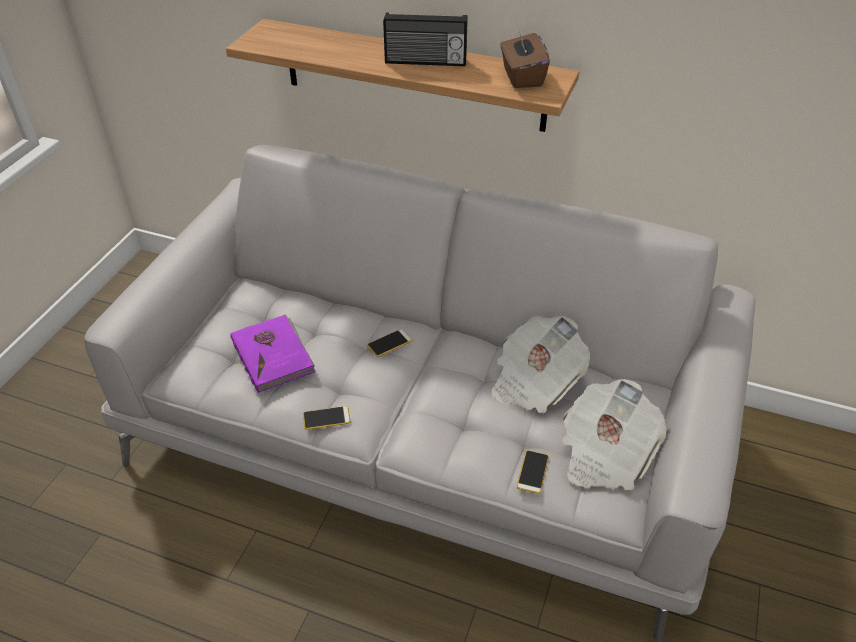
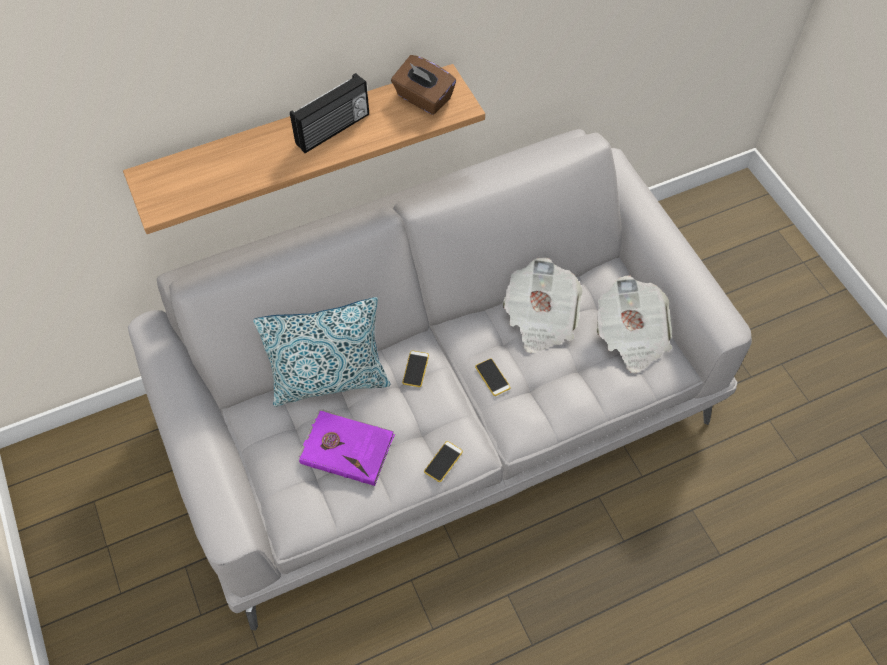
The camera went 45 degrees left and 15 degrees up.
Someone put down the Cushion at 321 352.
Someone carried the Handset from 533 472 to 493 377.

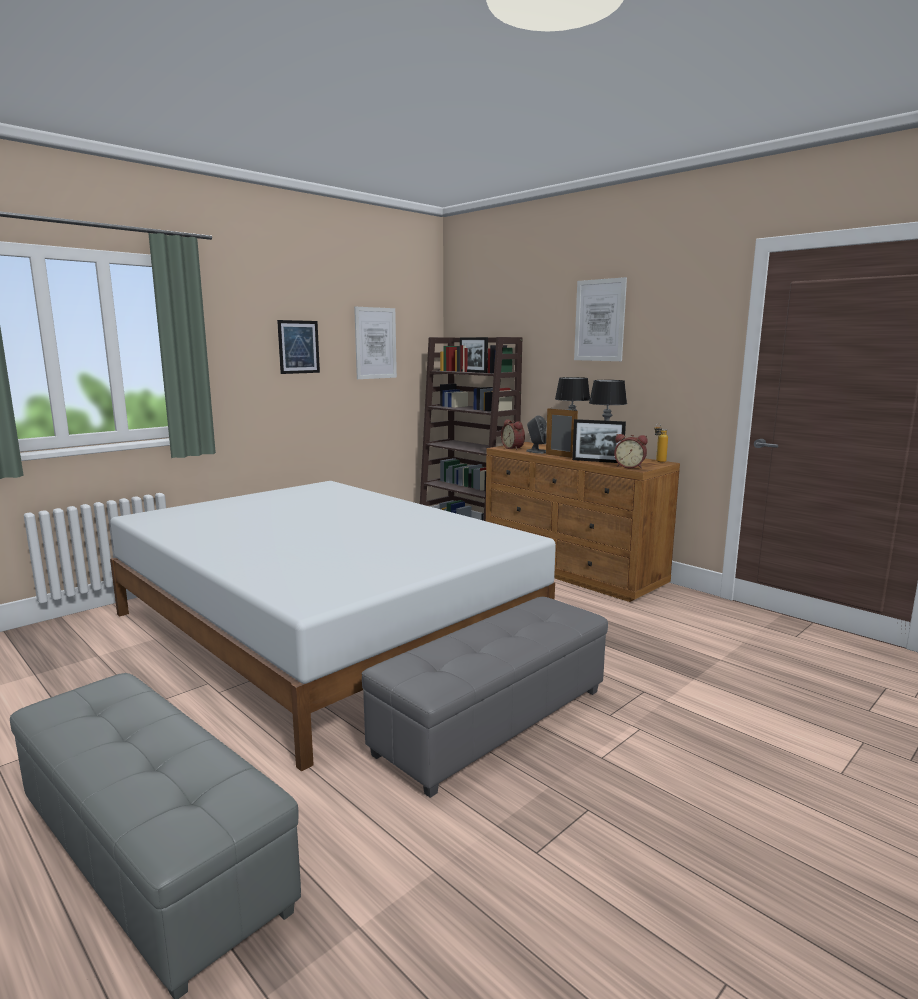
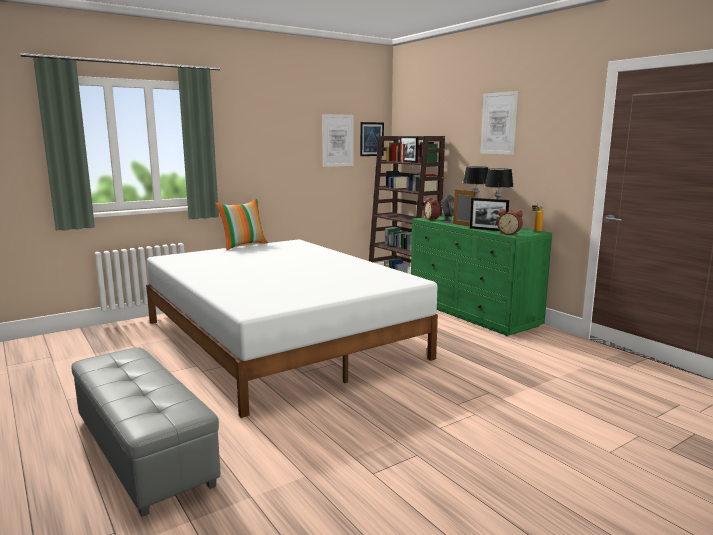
The camera went 10 degrees right and 0 degrees up.
Someone put down the Cushion at 241 224.
Someone carried the WallPicture from 298 347 to 372 139.
Someone repainted the BrownDresser at 583 522, which became the GreenDresser at 481 275.
Someone took away the GrayPouffe at 484 697.

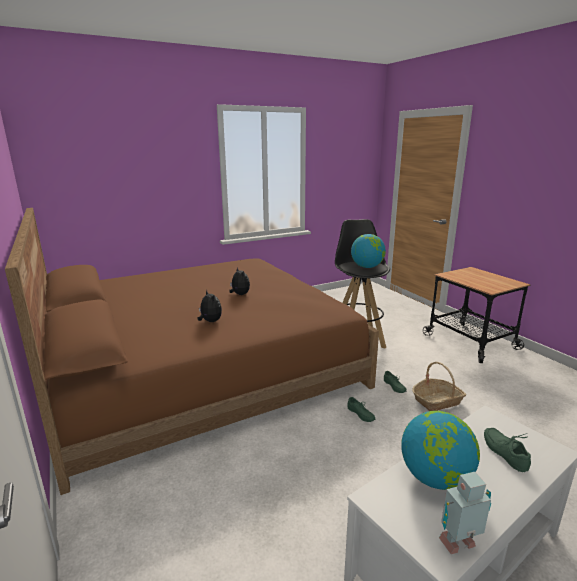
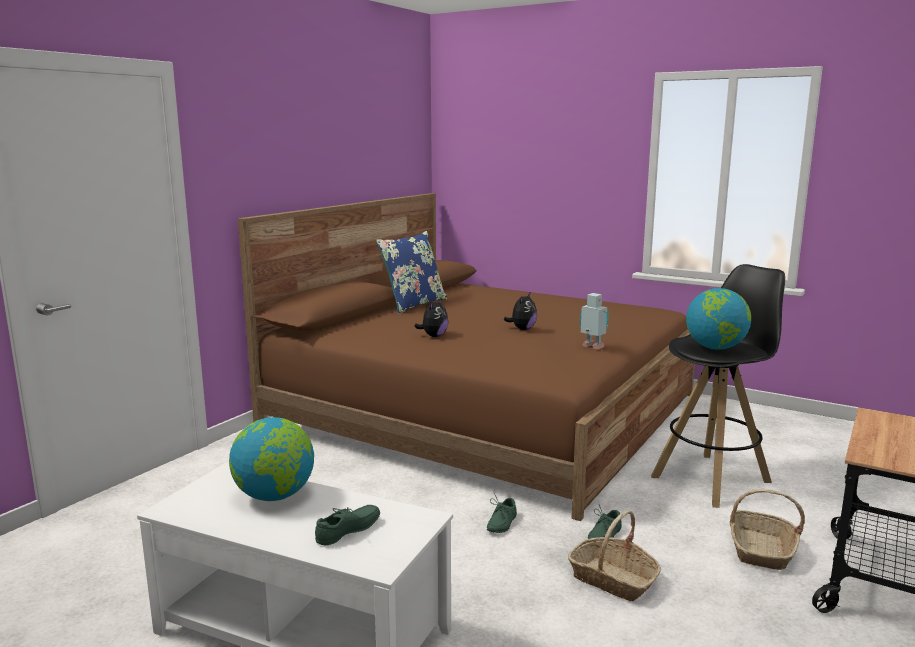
The camera went 60 degrees right and 5 degrees down.
Someone put down the BluishCushion at 411 272.
Someone carried the RobotFigure from 465 513 to 594 321.
Someone put down the HouseholdBasket at 767 529.

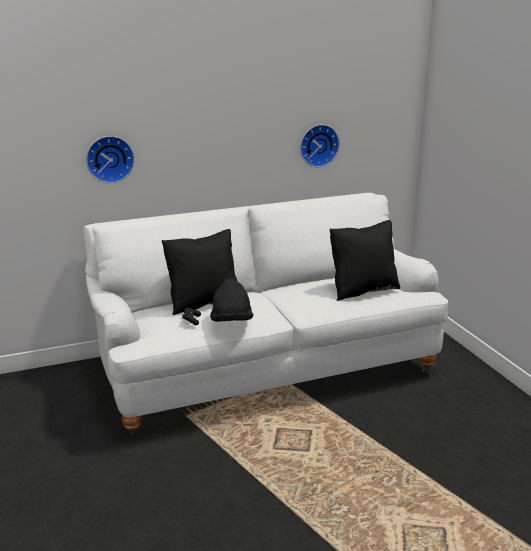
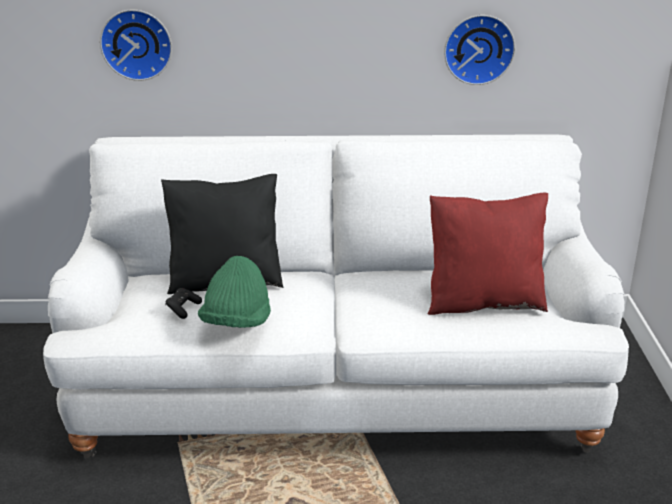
The camera went 20 degrees right and 5 degrees up.
Someone repainted the BlackColouredWearableHat at 231 300, which became the GreenWearableHat at 234 292.
Someone repainted the BlackColouredCushion at 365 260, which became the ReddishCushion at 487 254.

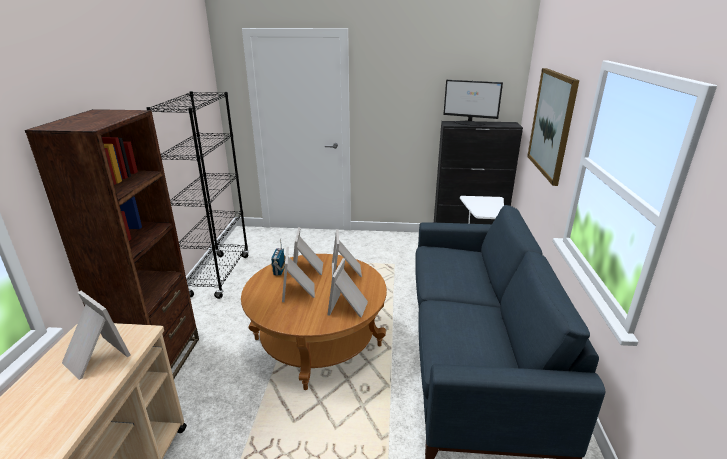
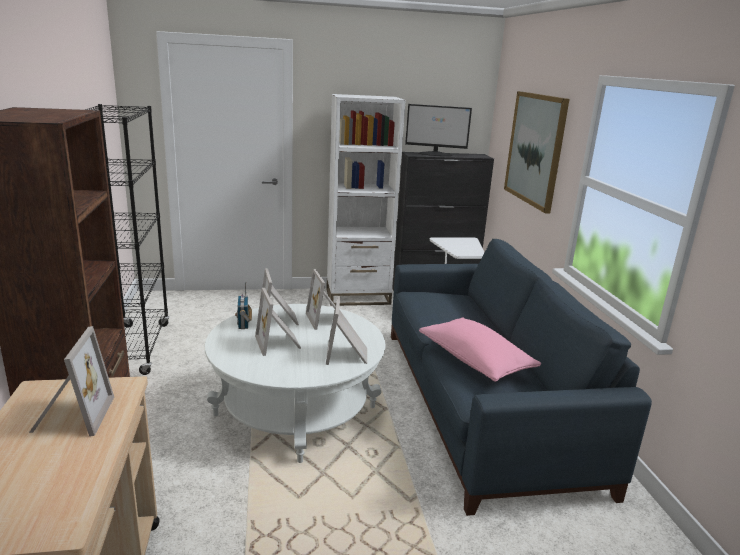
The camera went 15 degrees left and 5 degrees down.
Someone rotated the StandingFrame at 96 335 by 60 degrees clockwise.
Someone repainted the BrownLowTable at 314 322, which became the WhiteLowTable at 295 383.
Someone put down the WhiteShelvingUnit at 366 200.
Someone put down the PinkColouredCushion at 480 350.

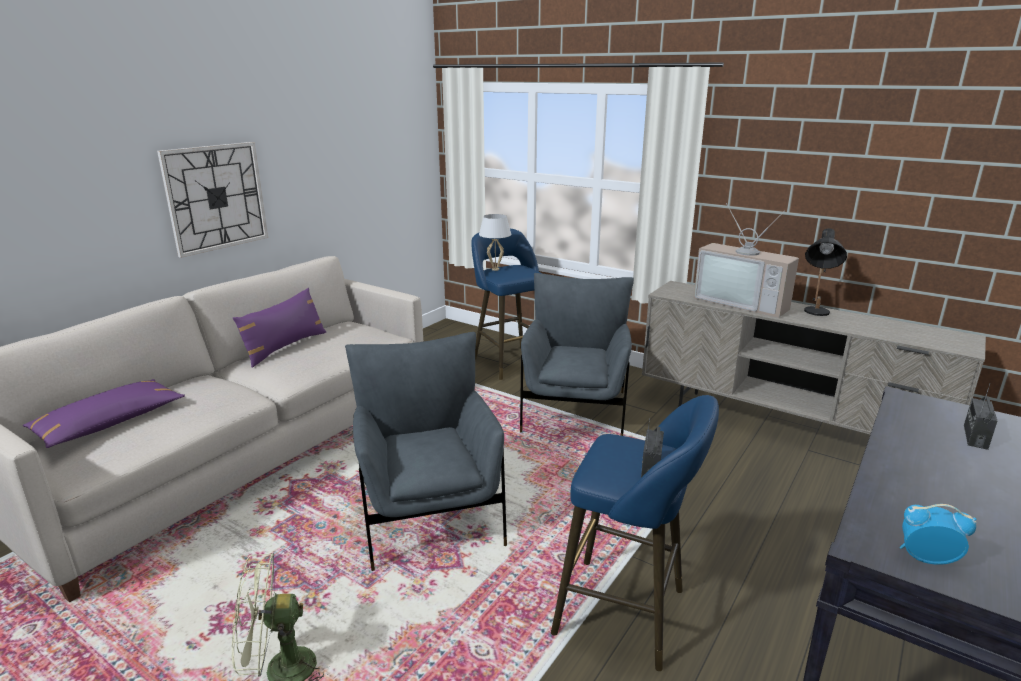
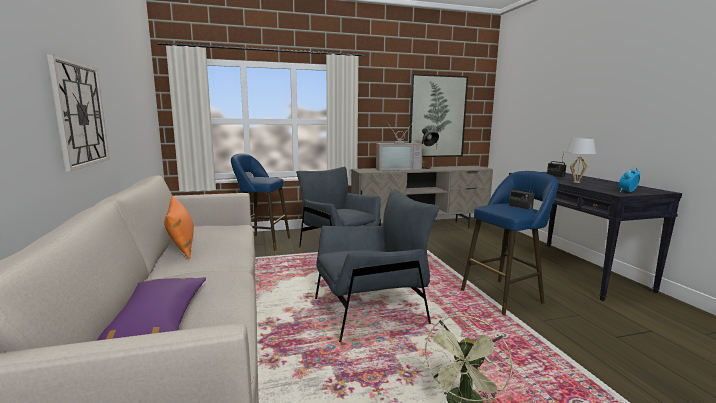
The camera went 50 degrees left and 10 degrees down.
Someone repainted the PurpleColouredCushion at 279 328, which became the OrangeyCushion at 179 228.
Someone rotated the GrayLoungeChair at 426 451 by 135 degrees clockwise.
Someone put up the WallPicture at 438 115.
Someone carried the WhiteTableLamp from 495 242 to 581 160.

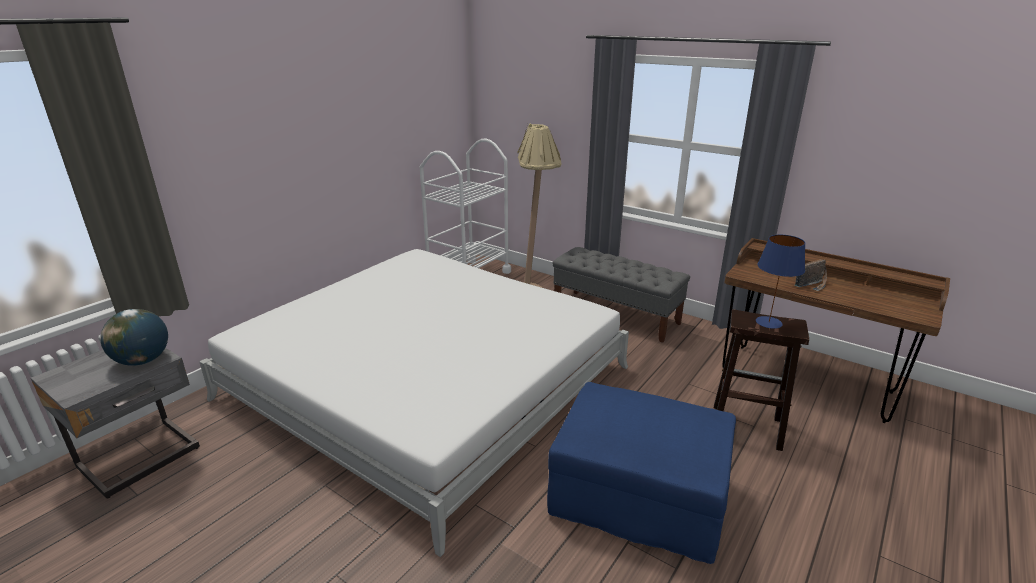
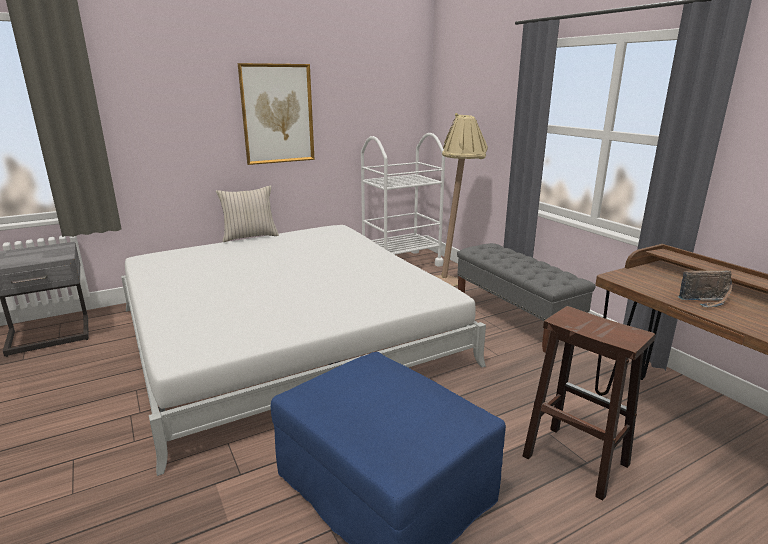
The camera went 25 degrees right and 5 degrees down.
Someone put down the BeigeCushion at 247 213.
Someone put up the WallPicture at 276 114.
Someone took away the DeskGlobe at 134 337.
Someone took away the BluishTableLamp at 780 282.

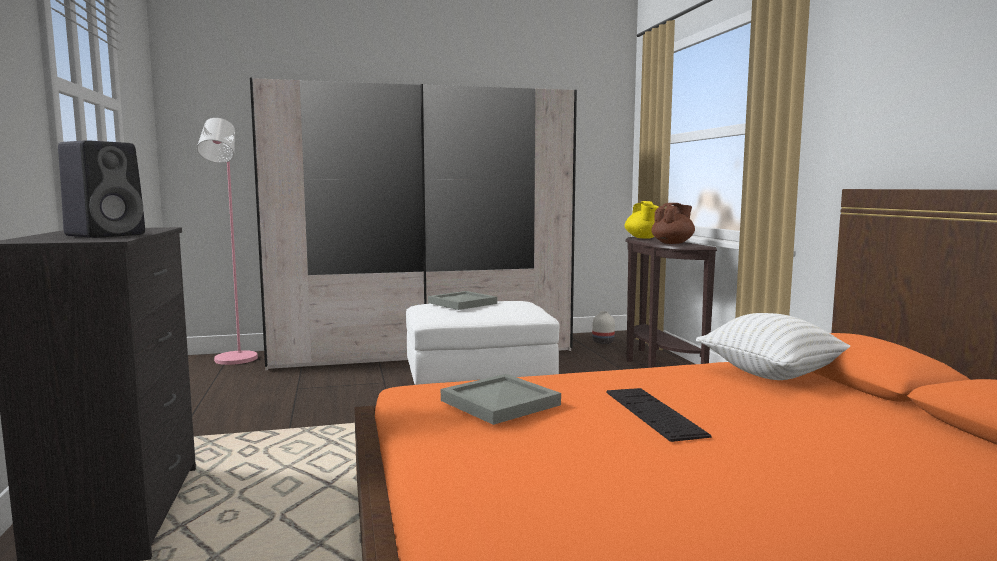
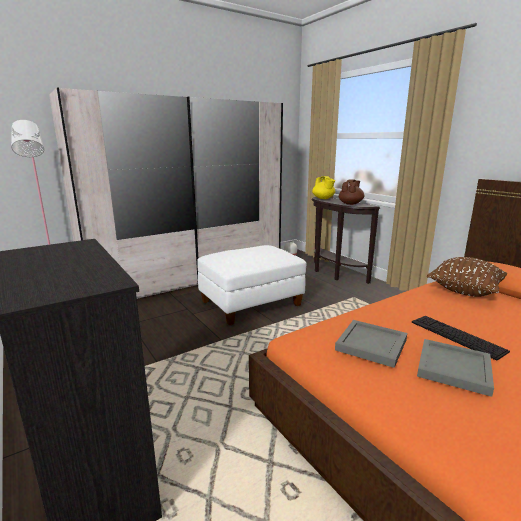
The camera went 20 degrees left and 10 degrees up.
Someone carried the GrayTray from 462 300 to 455 368.
Someone repainted the WhiteCushion at 773 346, which became the BrownCushion at 467 277.
Someone took away the BlackColouredAudioSpeaker at 101 189.

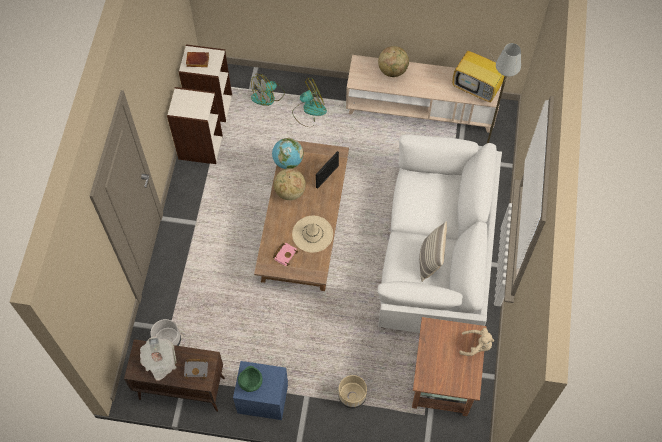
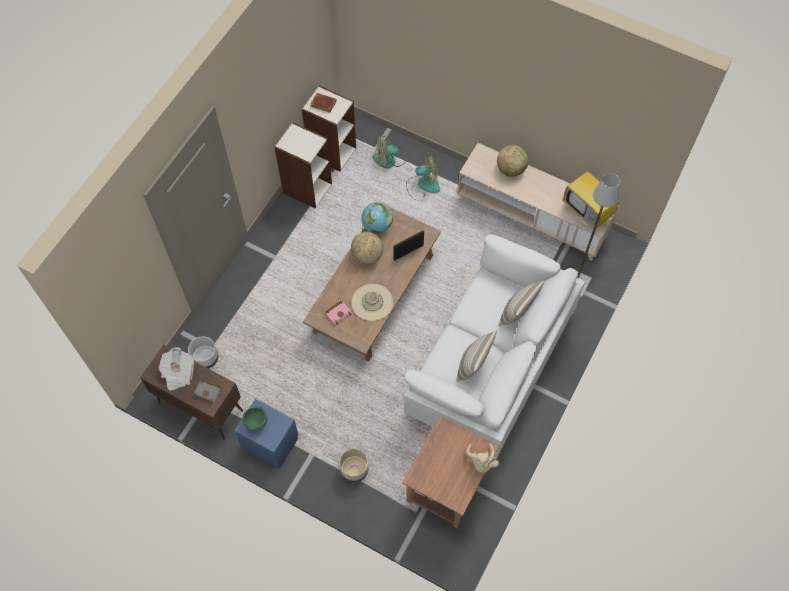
The camera went 20 degrees right and 0 degrees up.
Someone rotated the BeigeSoftToy at 476 342 by 60 degrees clockwise.
Someone put down the Cushion at 522 303.

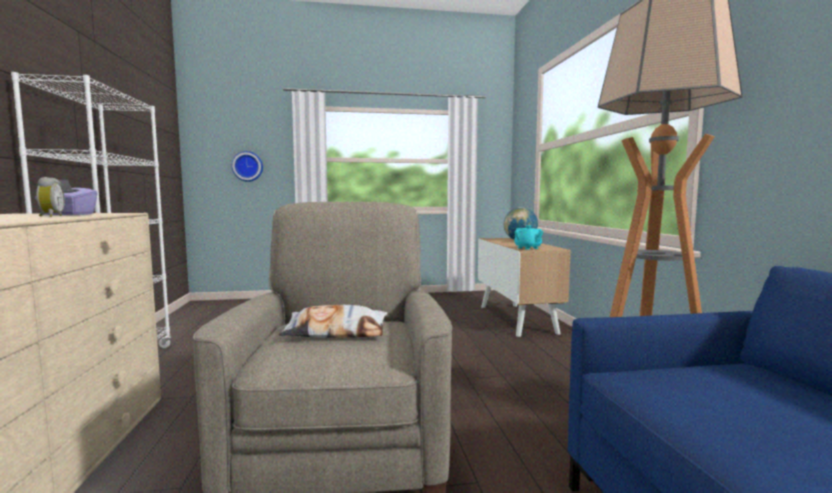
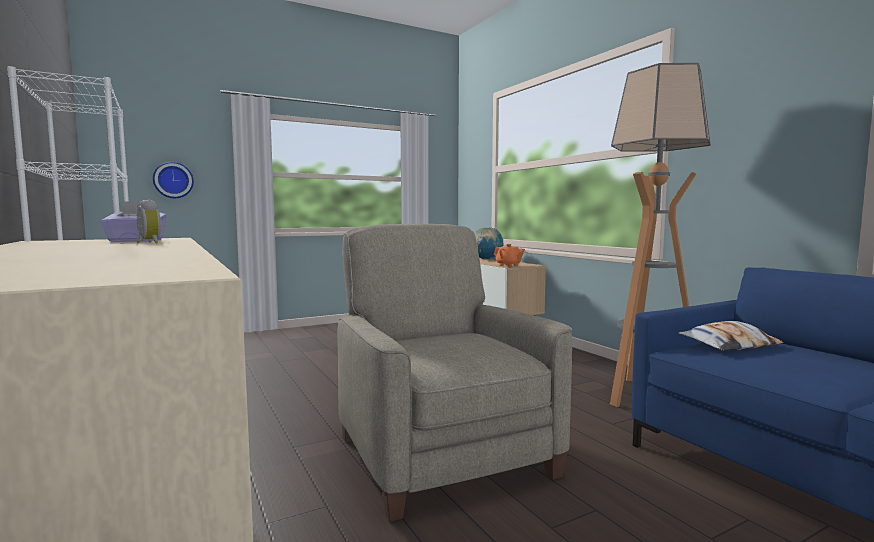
The camera went 20 degrees left and 0 degrees up.
Someone repainted the TurquoisePotForTea at 529 237, which became the OrangeyPotForTea at 509 255.
Someone carried the Cushion from 333 321 to 731 336.

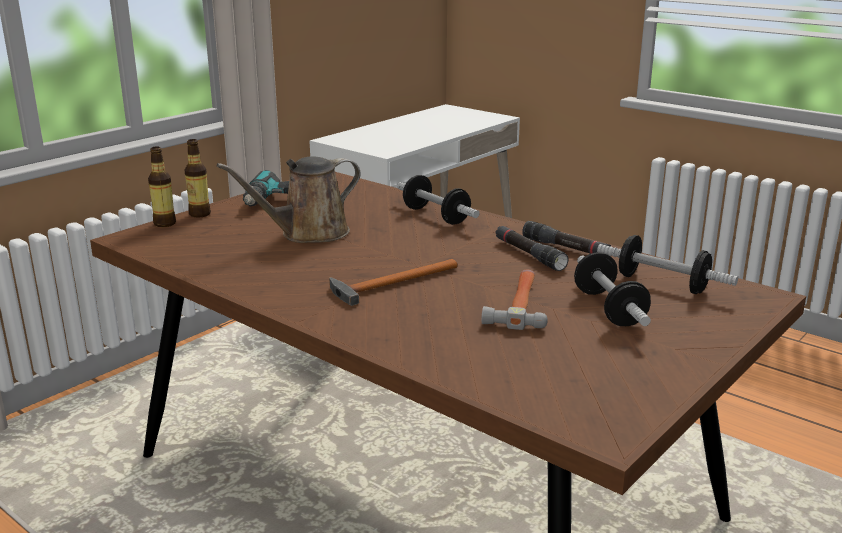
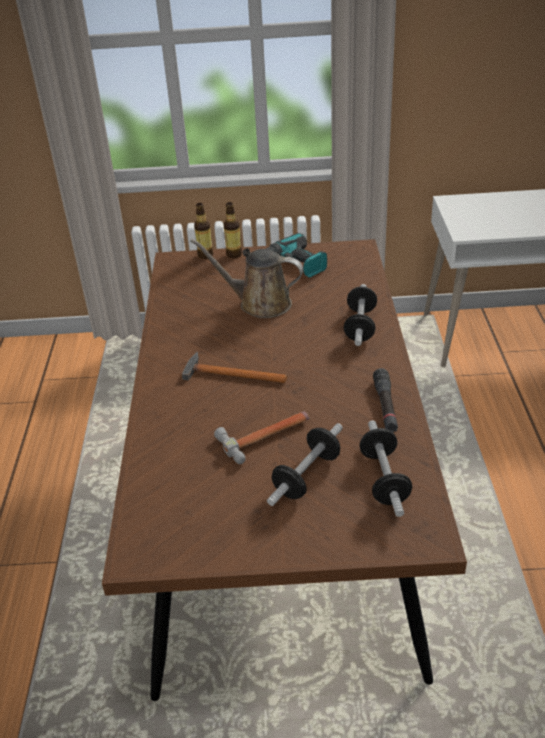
The camera went 50 degrees right and 15 degrees up.
Someone took away the BlackColouredFlashlight at 532 248.

